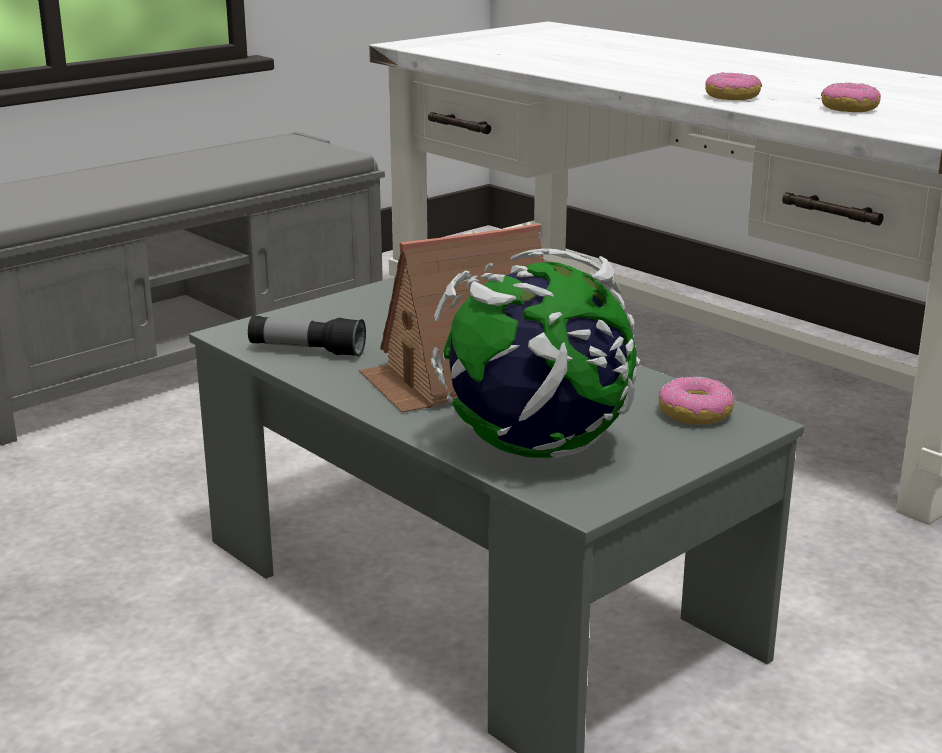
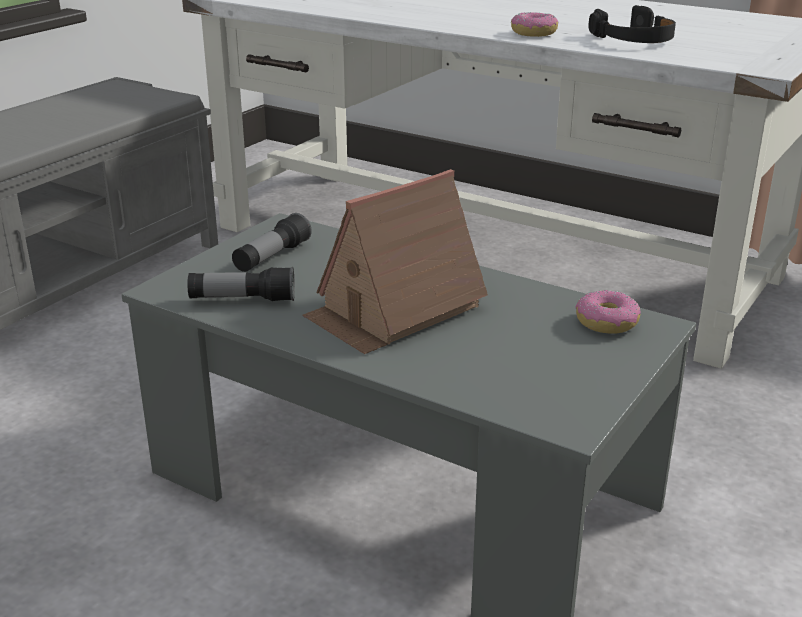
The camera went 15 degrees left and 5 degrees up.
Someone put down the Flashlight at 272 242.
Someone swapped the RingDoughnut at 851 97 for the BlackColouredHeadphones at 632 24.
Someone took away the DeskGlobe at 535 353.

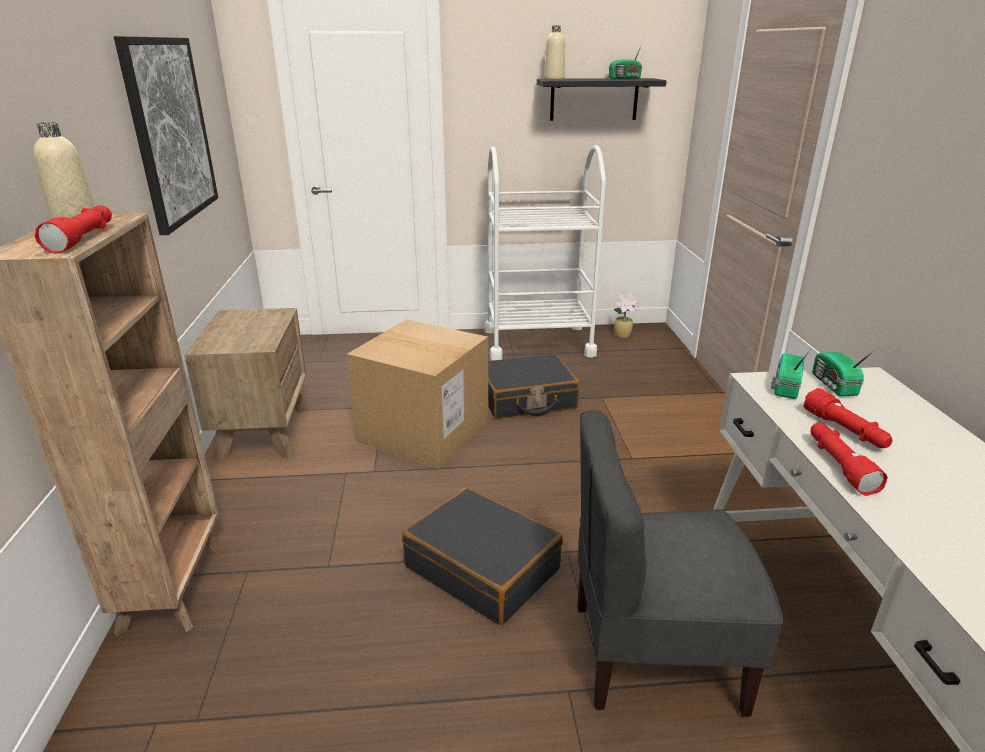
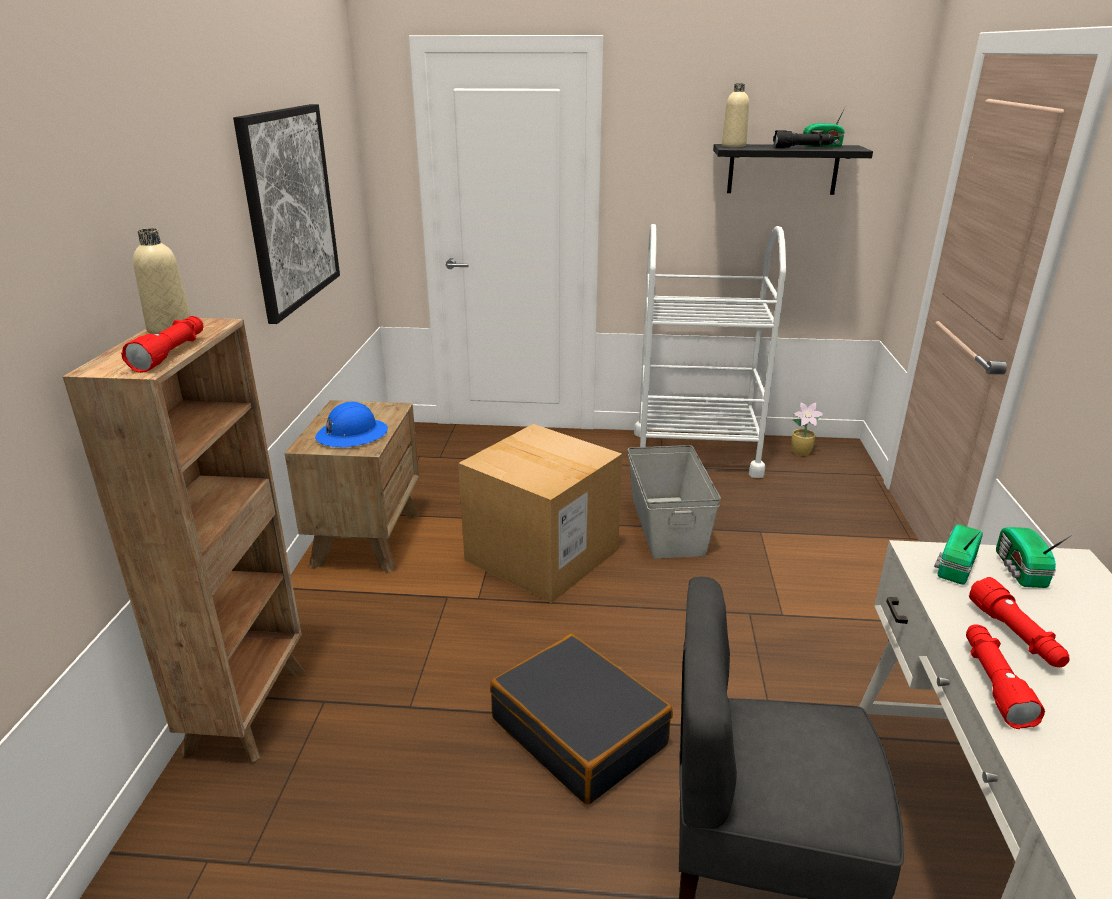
The camera went 10 degrees right and 0 degrees up.
Someone put down the BluishWorkHelmet at 351 424.
Someone swapped the BlackColouredTravelCase at 533 386 for the GrayStorageBin at 674 502.
Someone put down the BlackColouredFlashlight at 803 139.

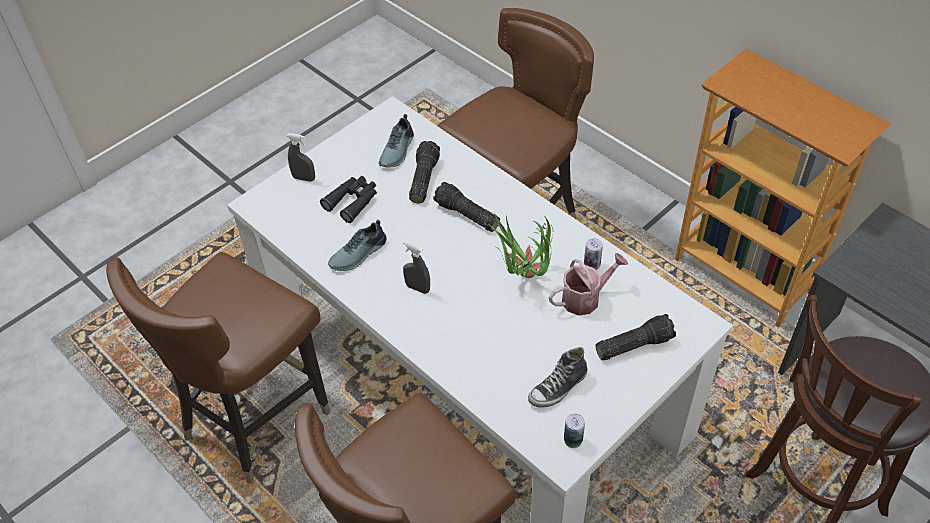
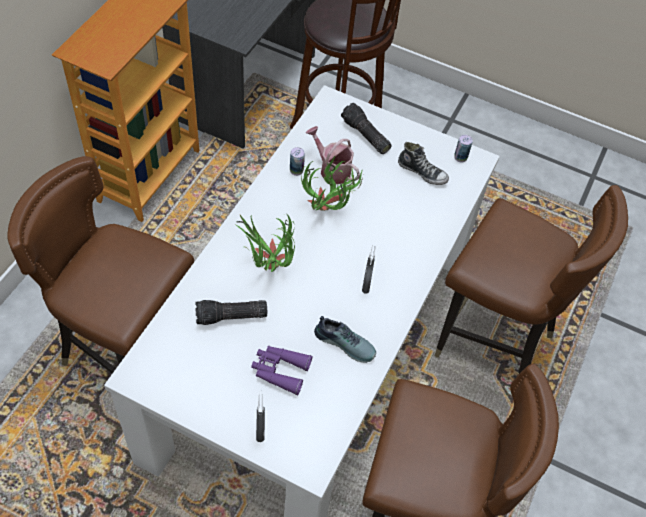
The camera went 115 degrees left and 5 degrees up.
Someone swapped the Flashlight at 466 207 for the PlantInAPot at 265 242.
Someone repainted the BlackColouredBinoculars at 348 199, which became the PurpleColouredBinoculars at 282 370.
Someone took away the LowShoe at 396 141.

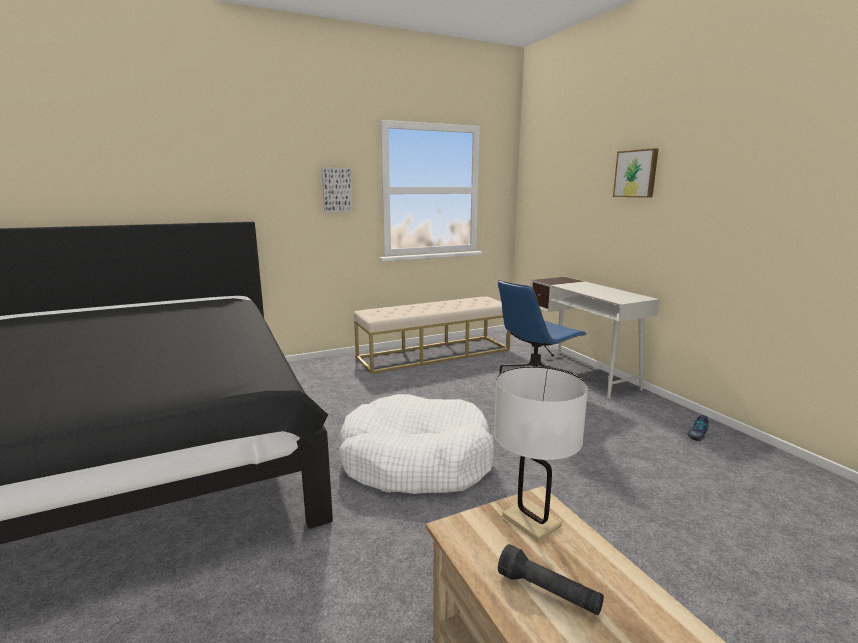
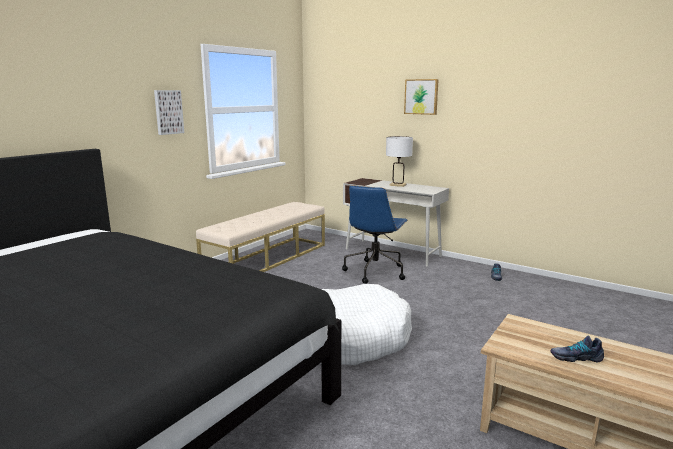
The camera went 30 degrees left and 0 degrees up.
Someone carried the WhiteTableLamp from 541 454 to 399 161.
Someone swapped the BlackColouredFlashlight at 551 579 for the LowShoe at 577 349.

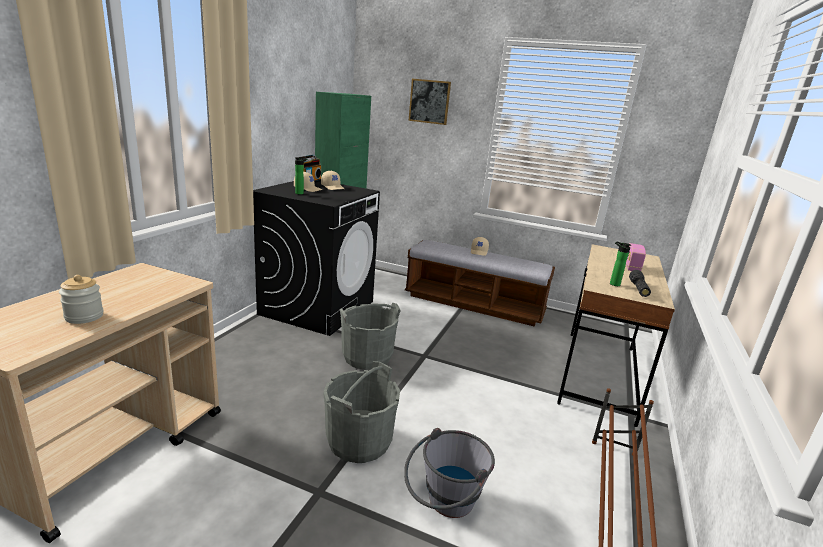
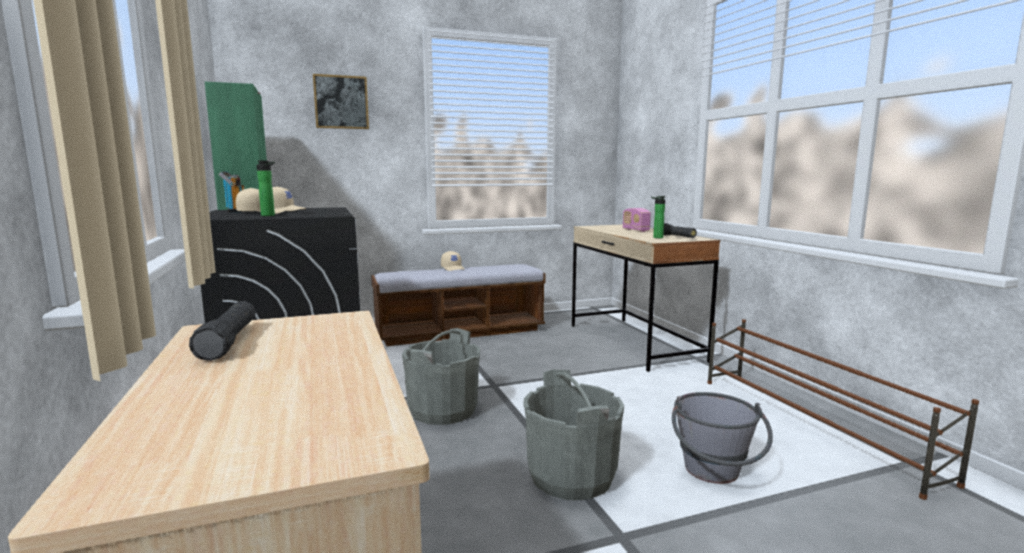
The camera went 40 degrees left and 10 degrees down.
Someone put down the BlackColouredFlashlight at 222 331.
Someone took away the StorageJar at 81 299.

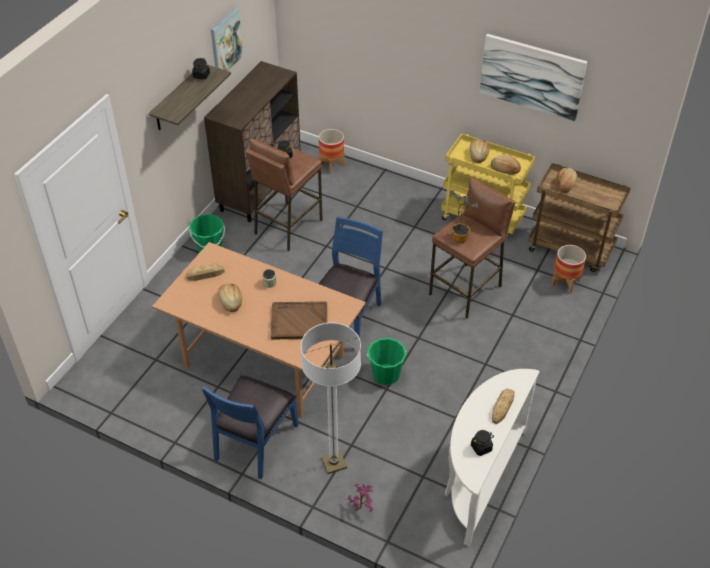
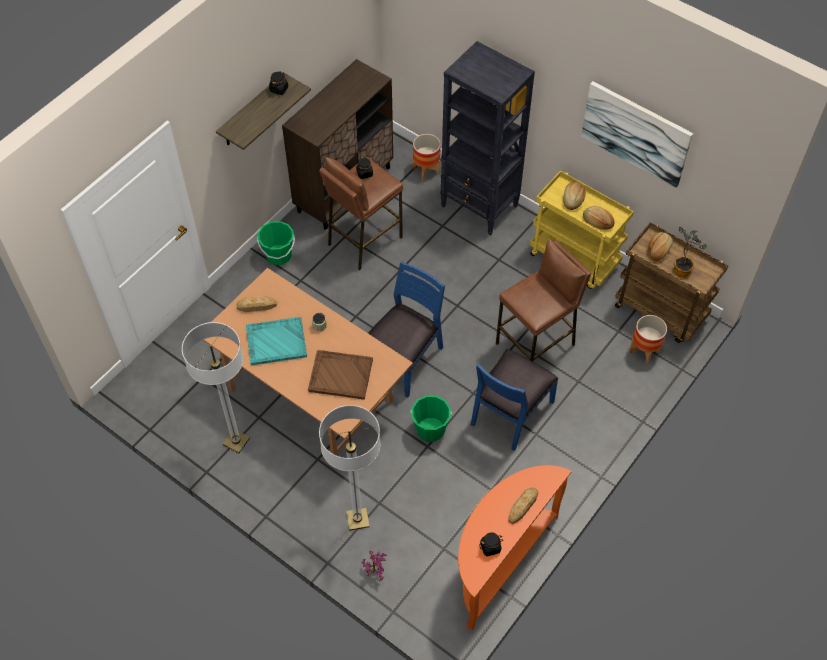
The camera went 10 degrees right and 10 degrees up.
Someone put down the StandardLamp at 216 387.
Someone swapped the Bread at 230 298 for the TurquoiseTray at 276 341.
Someone put down the BlackColouredShelvingUnit at 487 138.
Someone repainted the WhiteHallTable at 492 457, which became the OrangeyHallTable at 515 547.
Someone carried the BluishChair from 250 427 to 515 400.
Someone carried the PlantInAPot from 464 217 to 690 252.
Someone took away the WallPicture at 227 39.

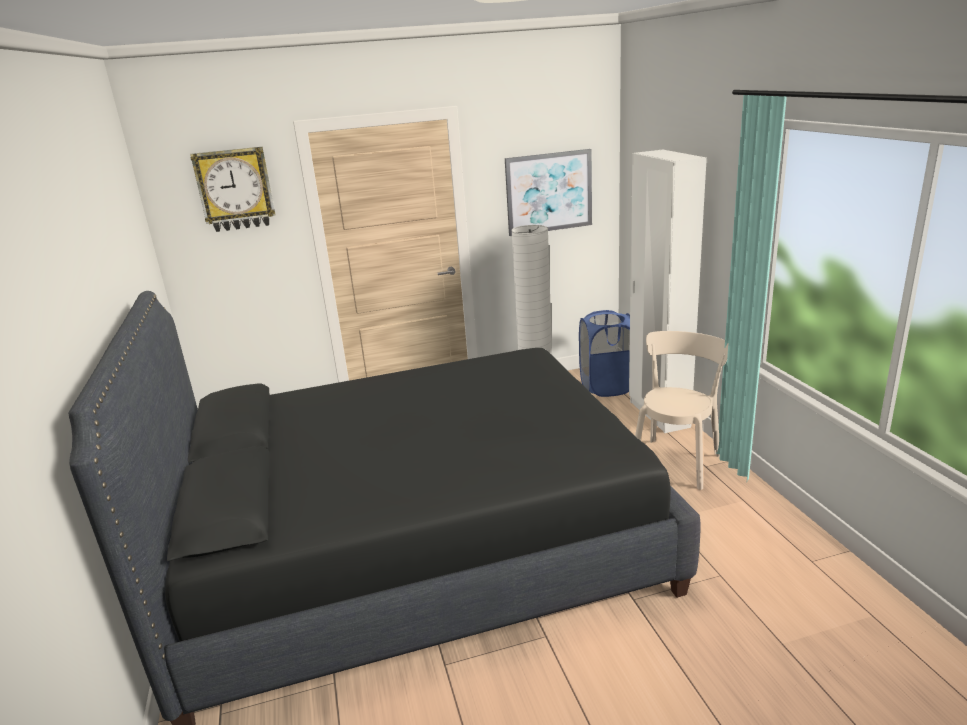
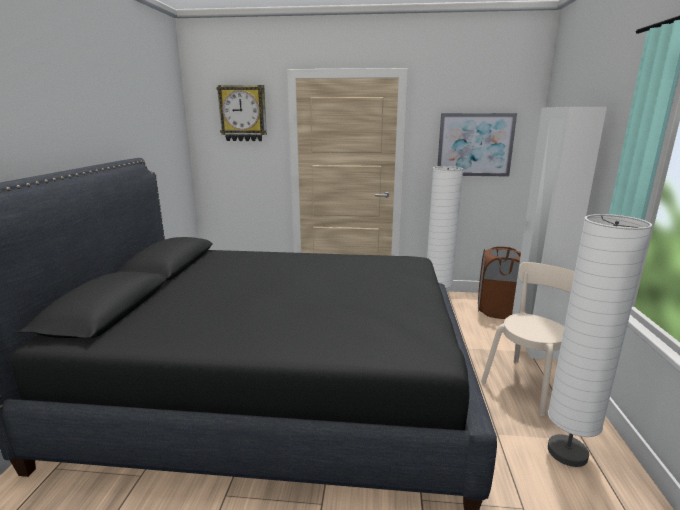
The camera went 20 degrees right and 5 degrees down.
Someone repainted the BluishLaundryBasket at 604 353, which became the BrownLaundryBasket at 499 282.
Someone put down the WhiteStandardLamp at 600 340.

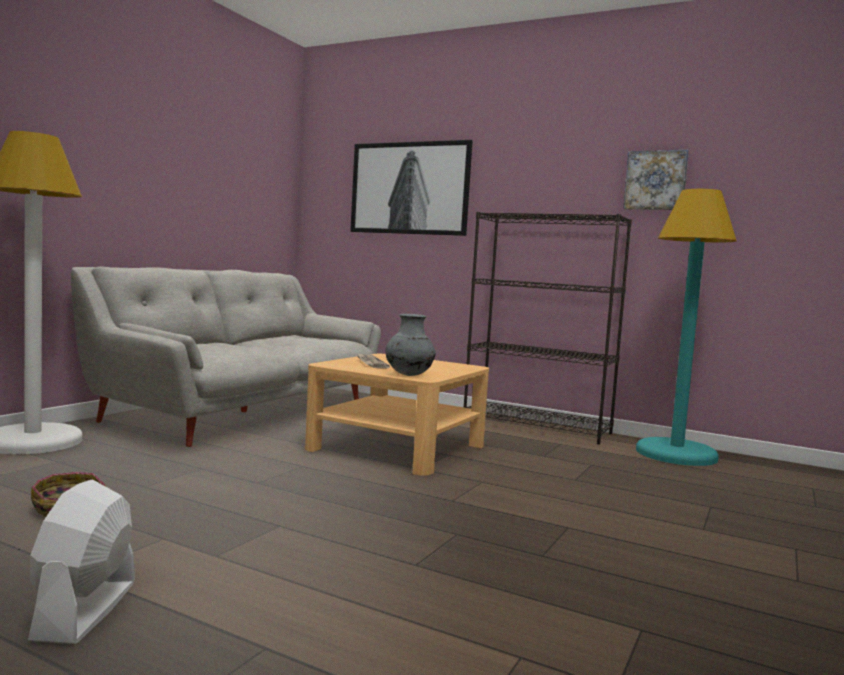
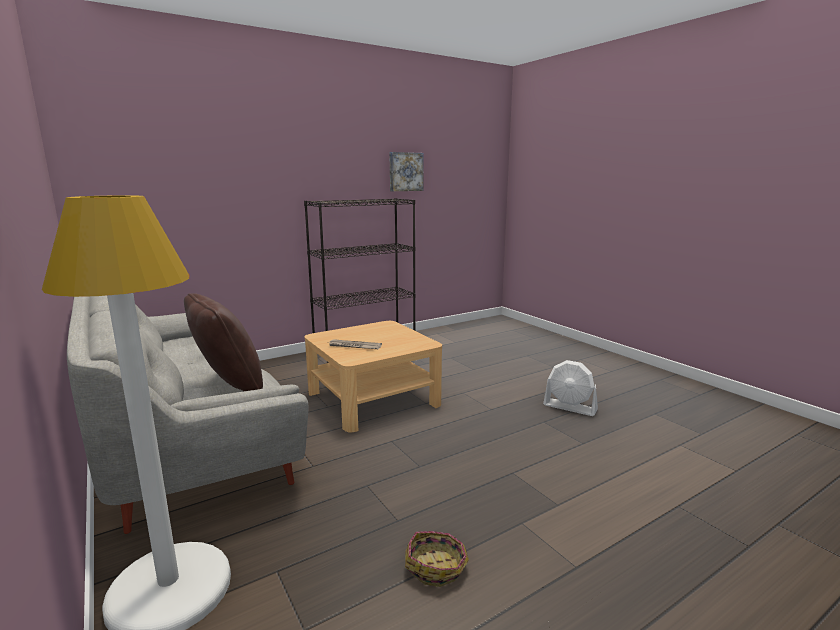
The camera went 60 degrees left and 10 degrees up.
Someone put down the BrownCushion at 223 342.
Someone carried the WhiteCoolingFan from 81 561 to 570 388.
Someone took away the WallPicture at 411 188.
Someone took away the GrayVase at 411 345.
Someone took away the TurquoiseStandardLamp at 686 327.

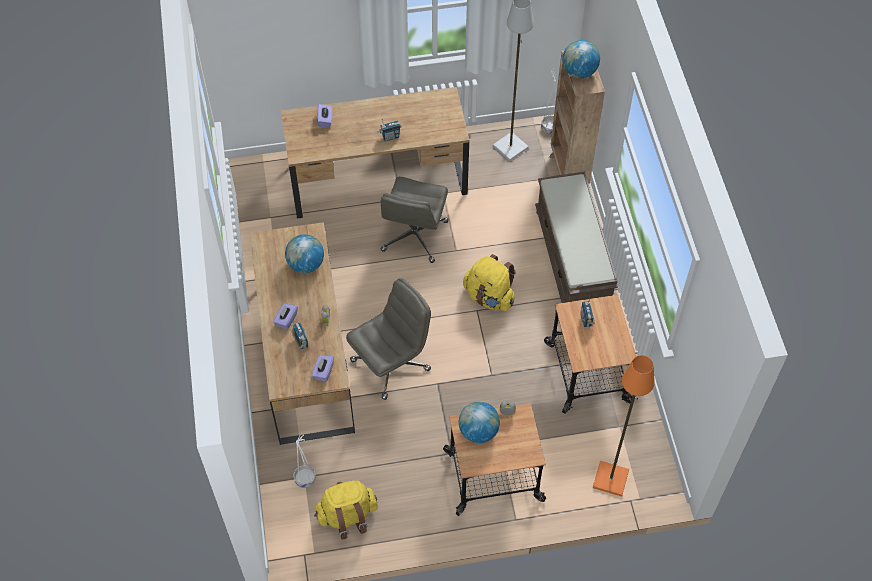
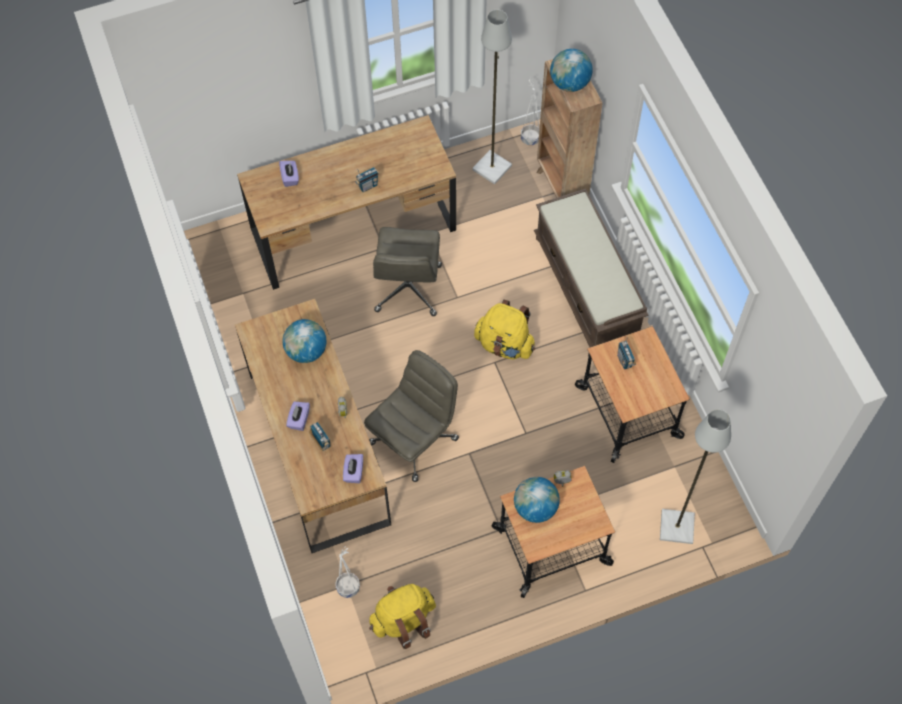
The camera went 10 degrees left and 5 degrees up.
Someone repainted the OrangeyStandardLamp at 624 426, which became the GrayStandardLamp at 695 476.

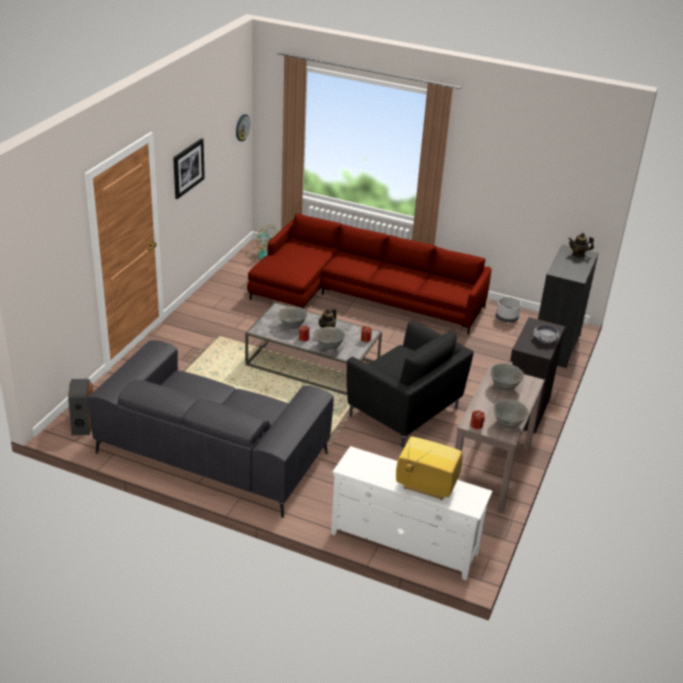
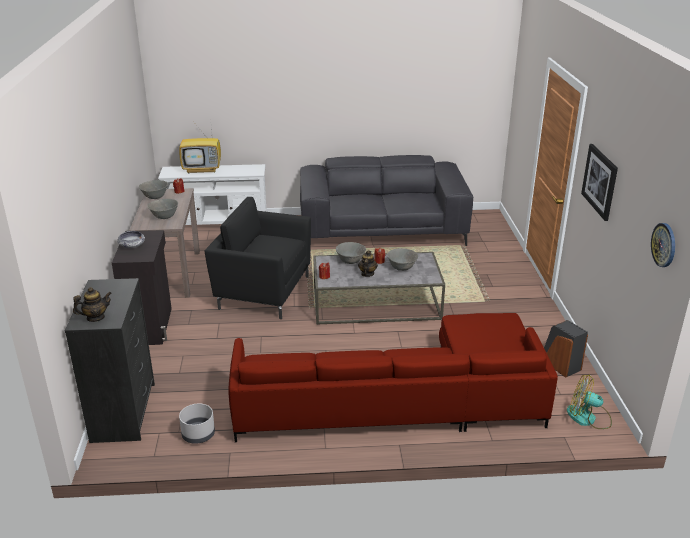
The camera went 155 degrees right and 5 degrees down.
Someone carried the AudioSpeaker from 80 407 to 566 349.

